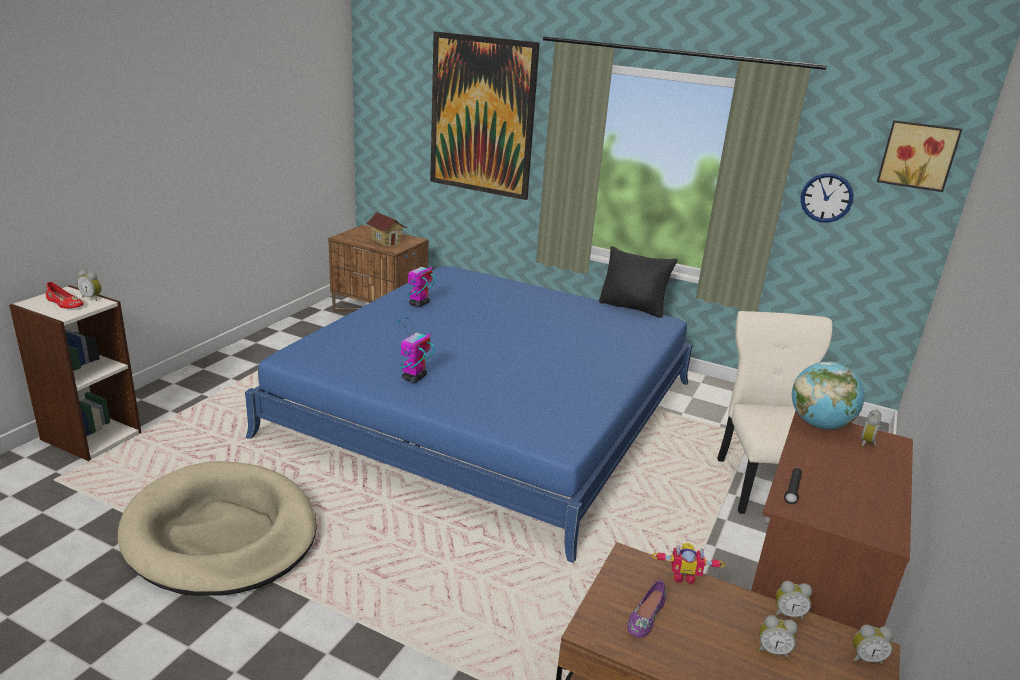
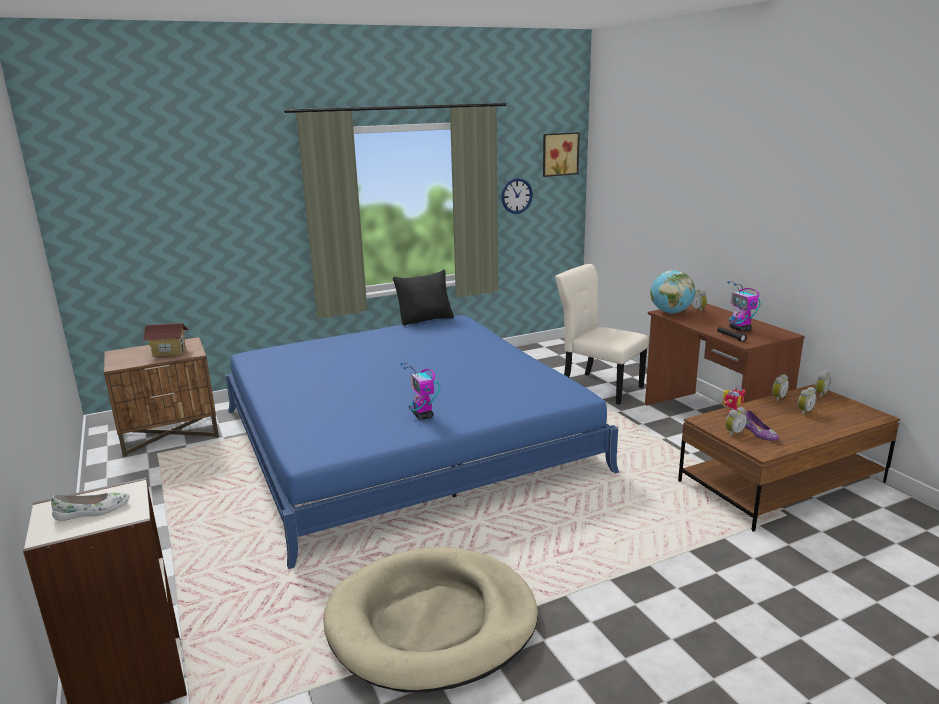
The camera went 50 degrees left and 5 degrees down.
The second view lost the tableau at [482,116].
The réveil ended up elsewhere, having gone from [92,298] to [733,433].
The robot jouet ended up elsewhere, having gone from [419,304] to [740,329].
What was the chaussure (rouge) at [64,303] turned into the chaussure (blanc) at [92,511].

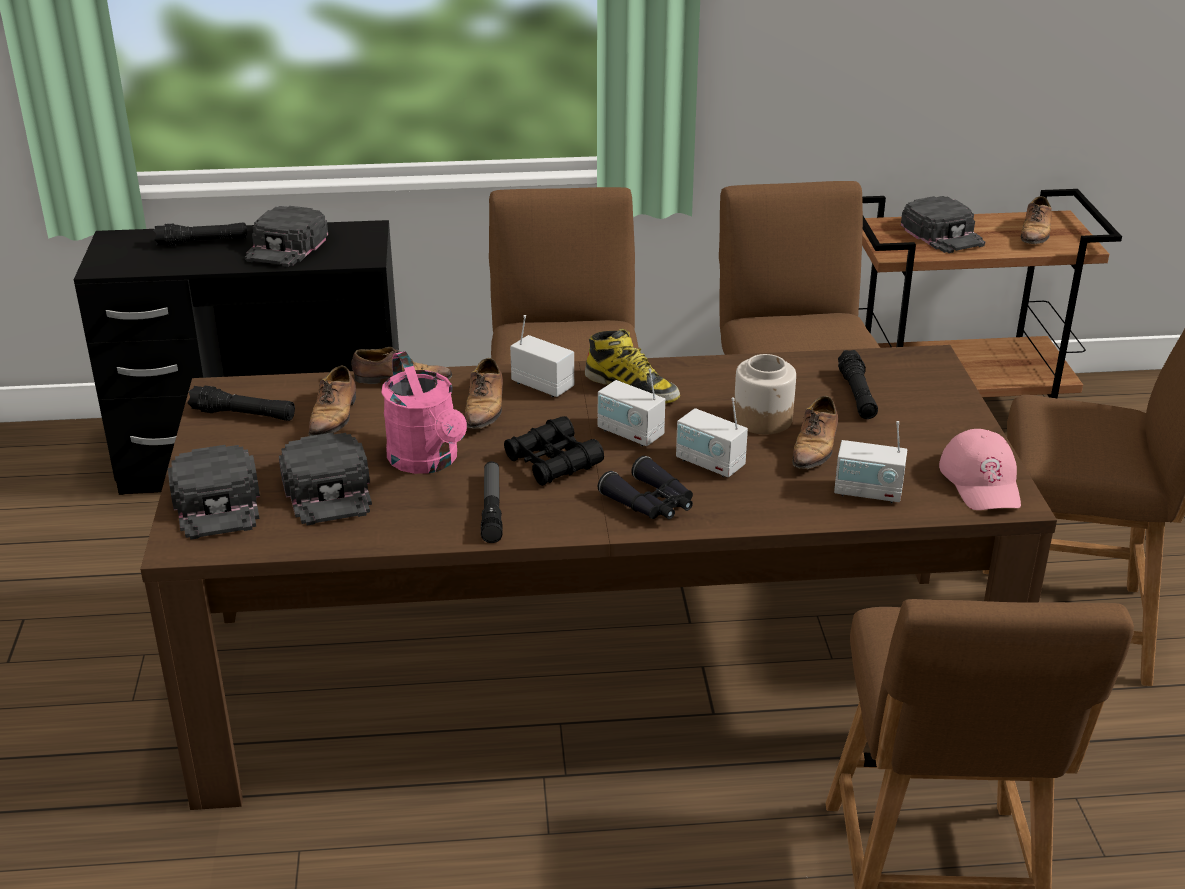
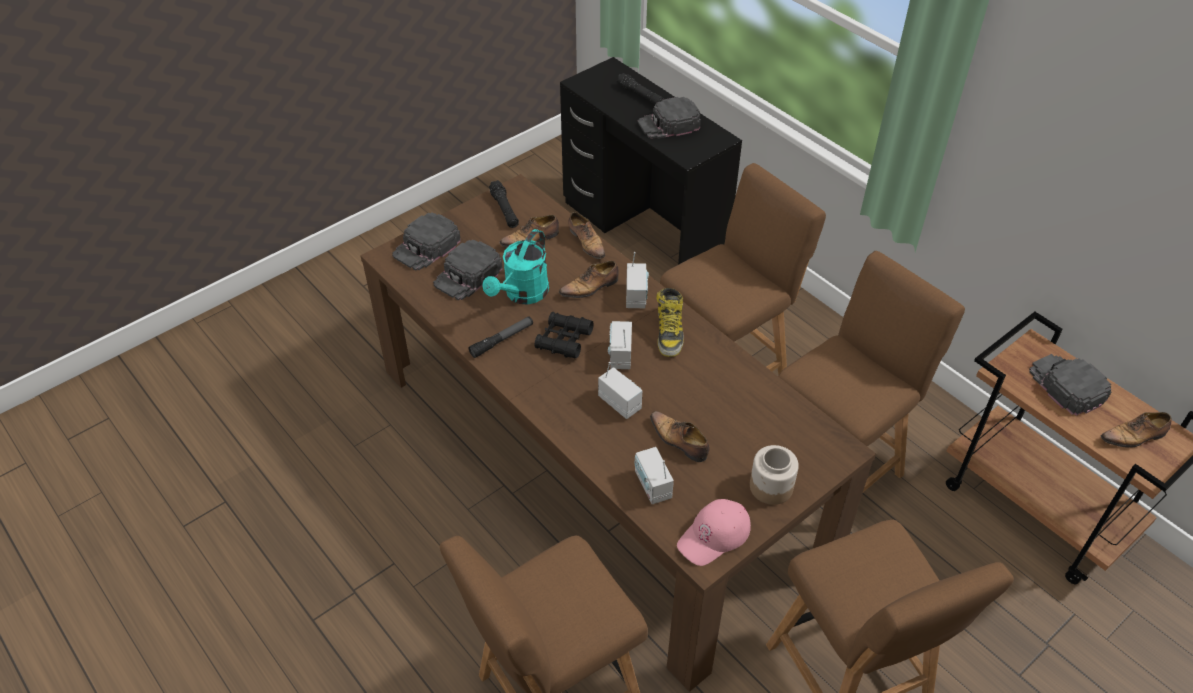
The camera went 55 degrees right and 15 degrees up.
The second view lost the jumelles (noir) at [651,503].
The second view lost the lampe de poche (noir) at [857,395].
The bocal ended up elsewhere, having gone from [763,419] to [771,487].
What was the arrosoir (rose) at [428,461] turned into the arrosoir (turquoise) at [522,295].
The radio at [710,463] ended up facing another way, 135 degrees clockwise from before.
The chaussure at [815,448] ended up facing another way, 60 degrees clockwise from before.
The casquette (noir) at [943,234] ended up facing another way, 120 degrees clockwise from before.

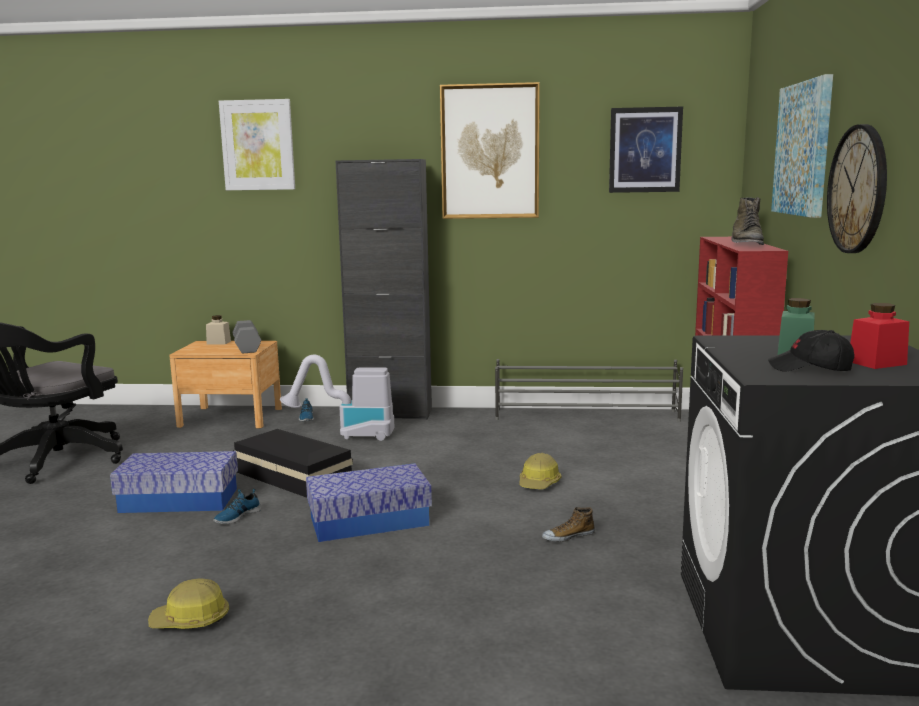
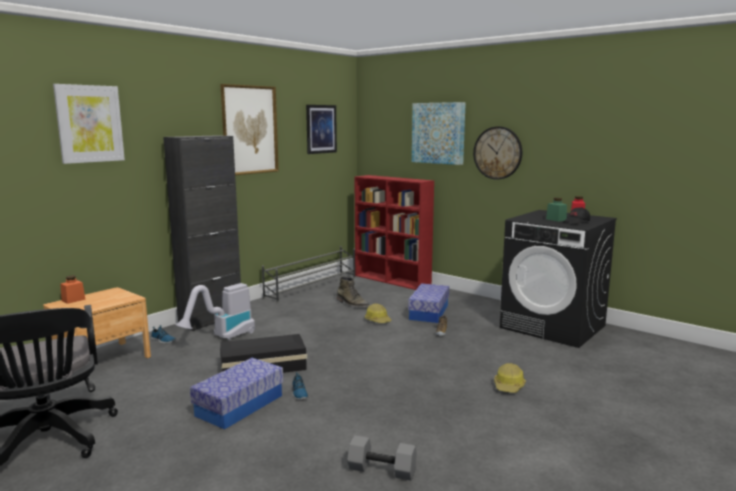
The camera went 55 degrees left and 0 degrees up.
The casque de chantier ended up elsewhere, having gone from [191,620] to [509,386].
The haltère (gris) ended up elsewhere, having gone from [248,347] to [383,469].
The boîte de rangement ended up elsewhere, having gone from [369,521] to [429,312].
The botte (vert) ended up elsewhere, having gone from [746,243] to [352,304].
What was the bocal (beige) at [218,342] turned into the bocal (orange) at [73,300].

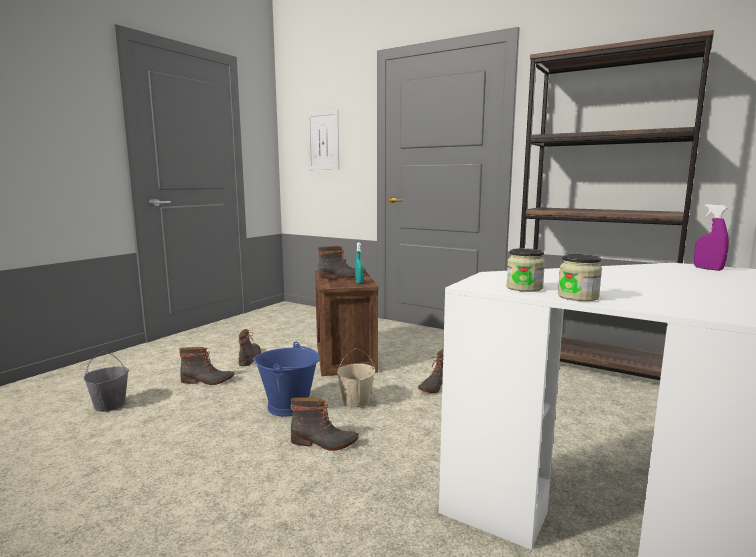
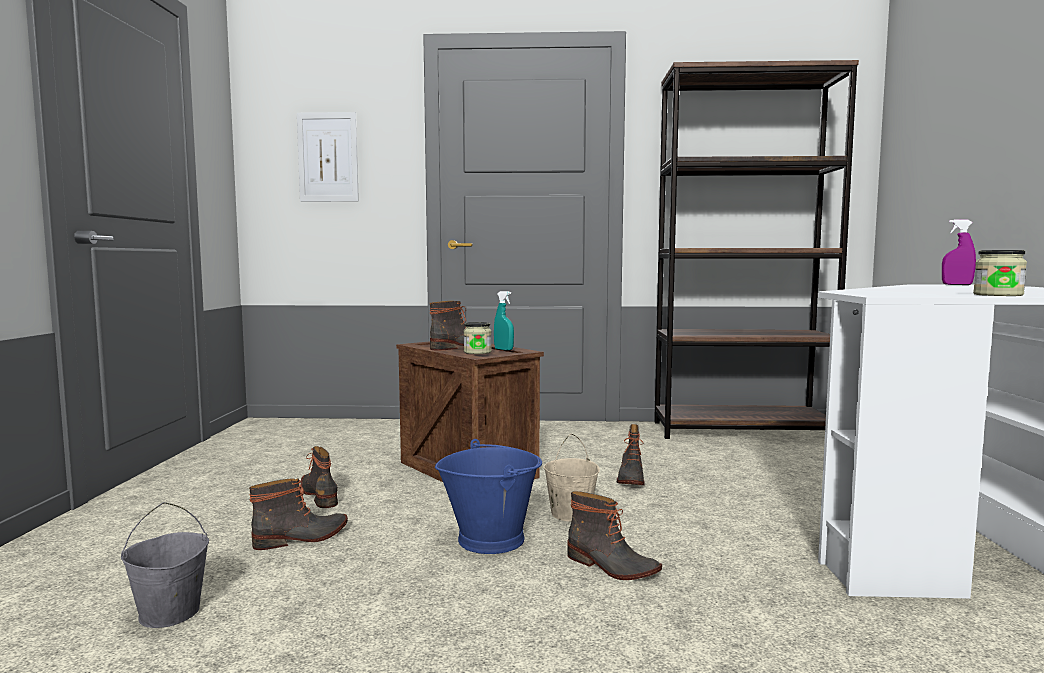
The camera went 30 degrees left and 5 degrees down.
The bocal ended up elsewhere, having gone from [524,288] to [477,352].
The botte at [324,443] ended up facing another way, 60 degrees clockwise from before.

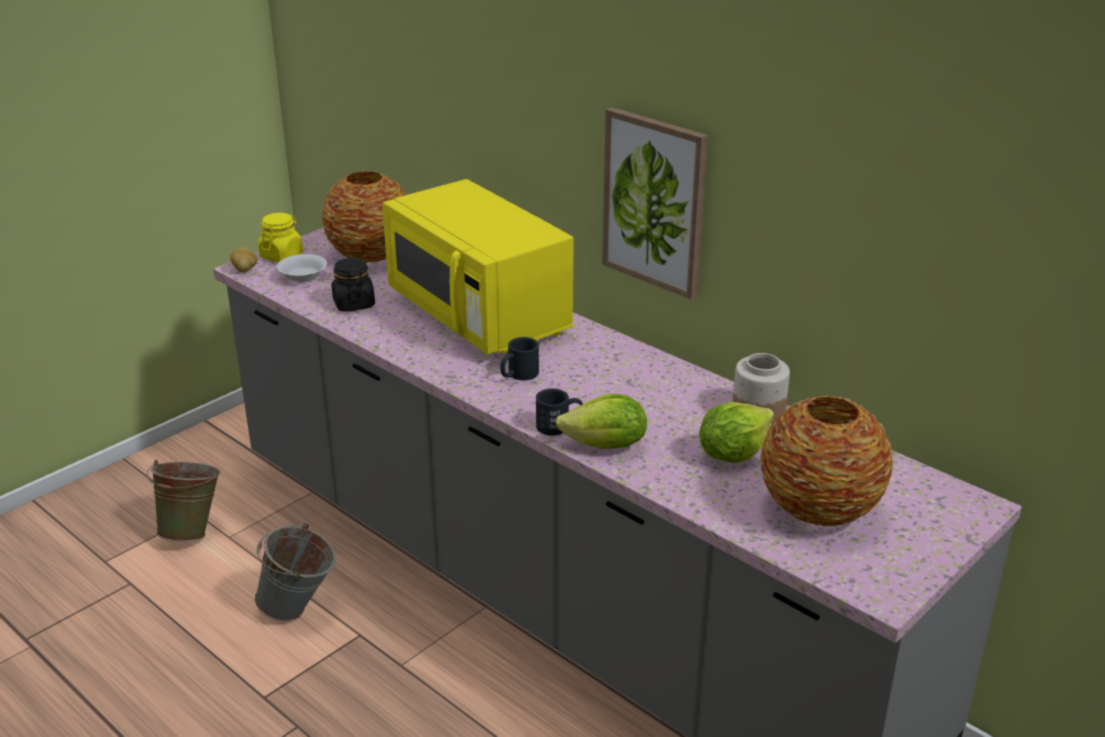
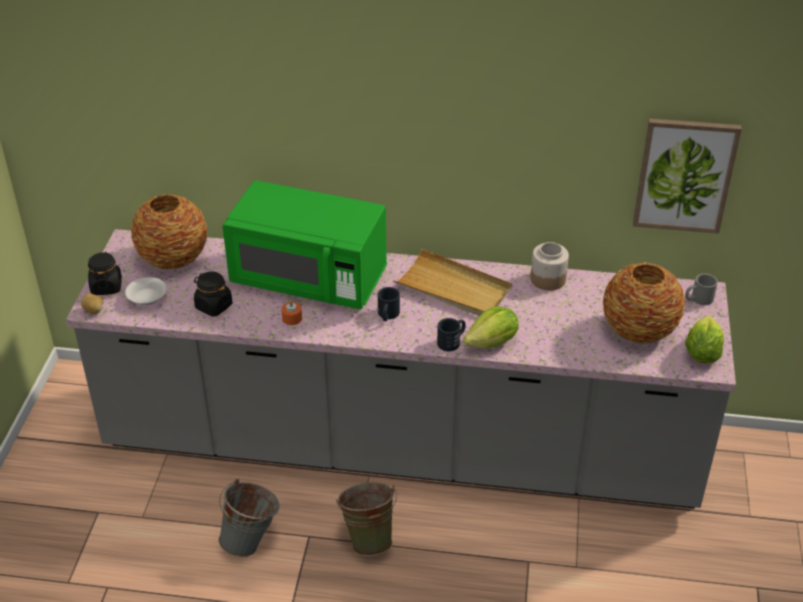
The camera went 35 degrees left and 10 degrees up.
The second view gained the bougie (orange) at [292,318].
The second view gained the plateau (beige) at [453,288].
The second view gained the mug (gris) at [698,299].
The seau (vert) ended up elsewhere, having gone from [193,530] to [369,538].
The tableau ended up elsewhere, having gone from [655,202] to [684,175].
The laitue ended up elsewhere, having gone from [732,453] to [701,353].
What was the bocal (jaune) at [281,256] turned into the bocal (noir) at [106,286].
What was the micro-ondes (jaune) at [478,314] turned into the micro-ondes (vert) at [309,279].

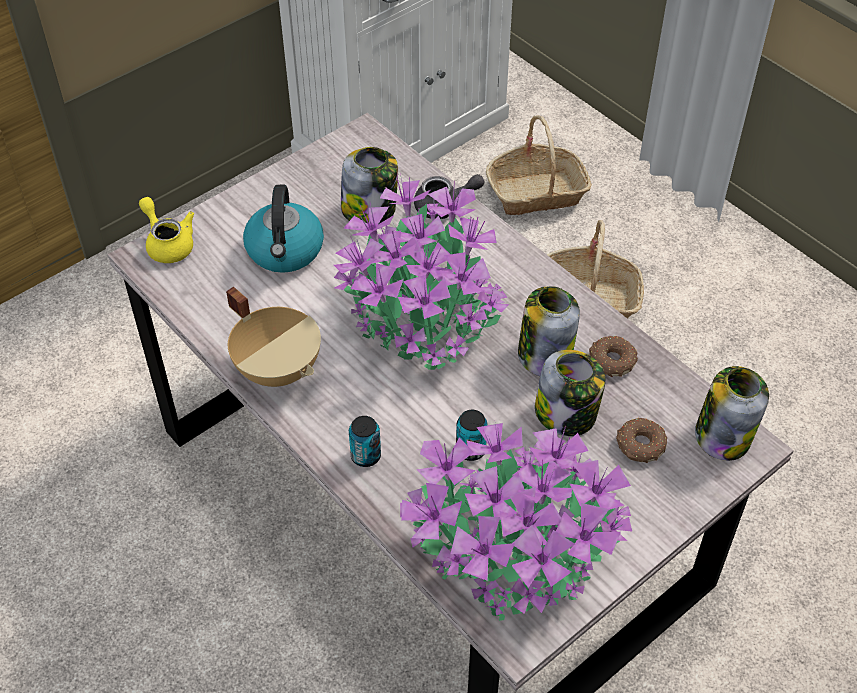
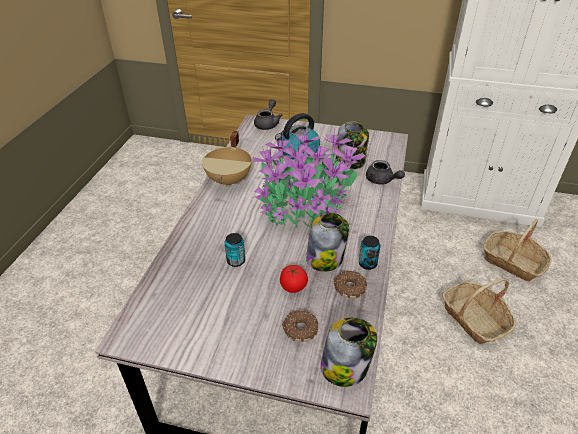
The camera went 55 degrees right and 10 degrees down.
The second view lost the plante en pot at [515,551].
The boîte métallique ended up elsewhere, having gone from [365,456] to [367,264].
Where the bocal stood at [567,414], the tomate came to stand at [293,286].
What was the théière (jaune) at [168,243] turned into the théière (gris) at [267,123].

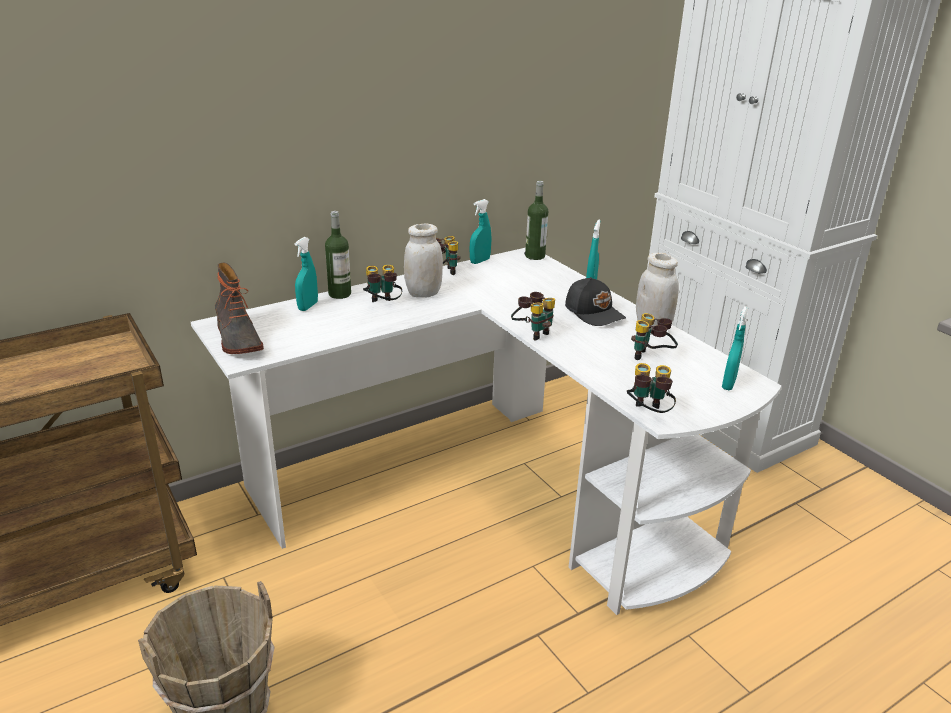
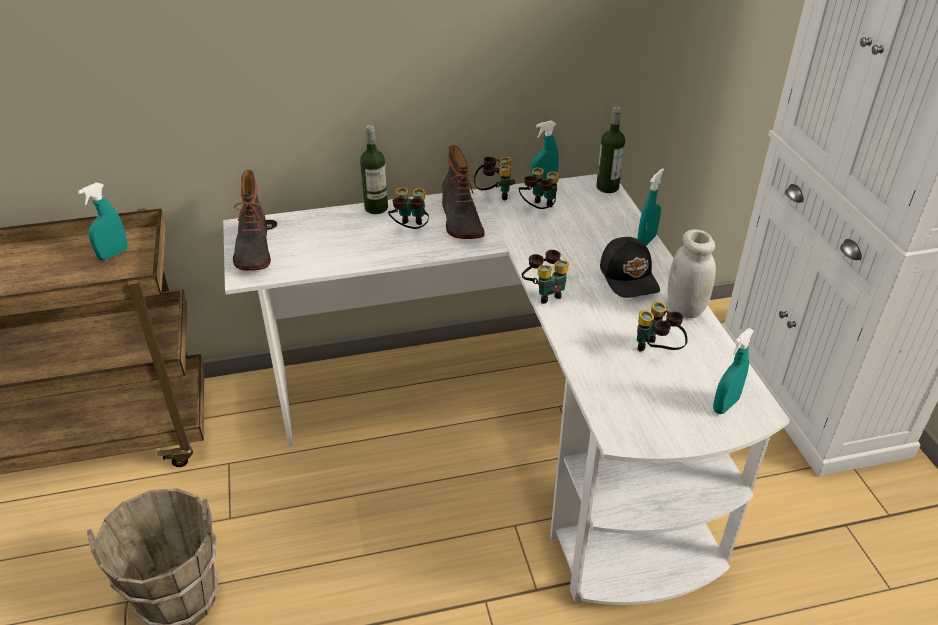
The camera went 20 degrees right and 10 degrees up.
The vaporisateur (turquoise) ended up elsewhere, having gone from [308,306] to [113,254].
The jumelles ended up elsewhere, having gone from [647,414] to [538,209].
Where the bocal (blanc) stood at [423,293], the botte came to stand at [460,220].

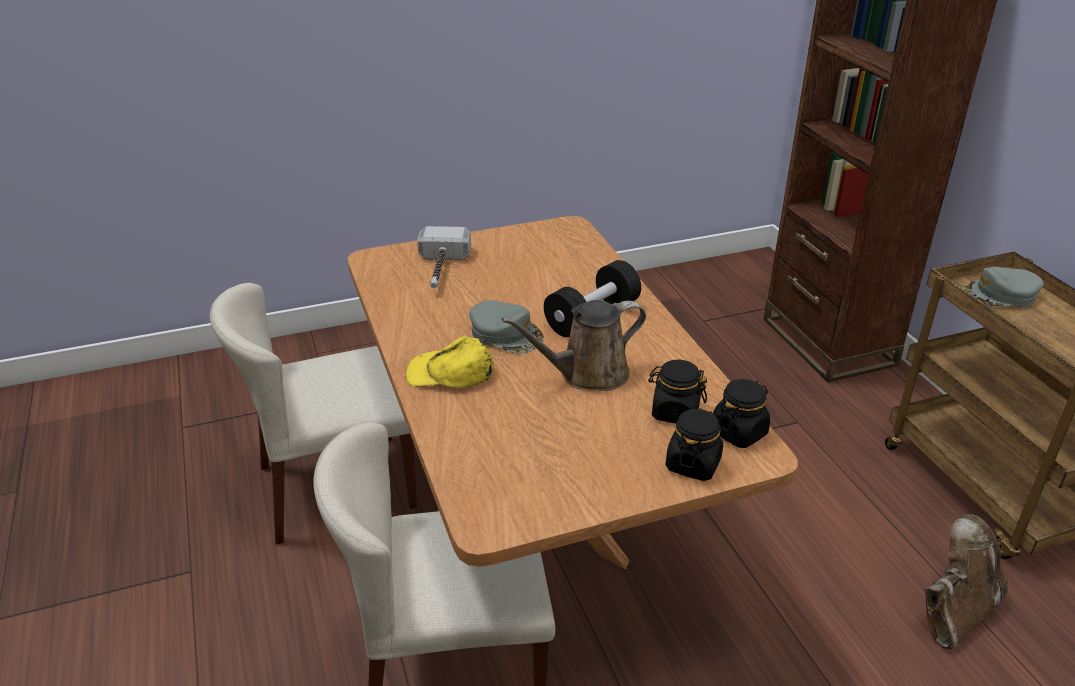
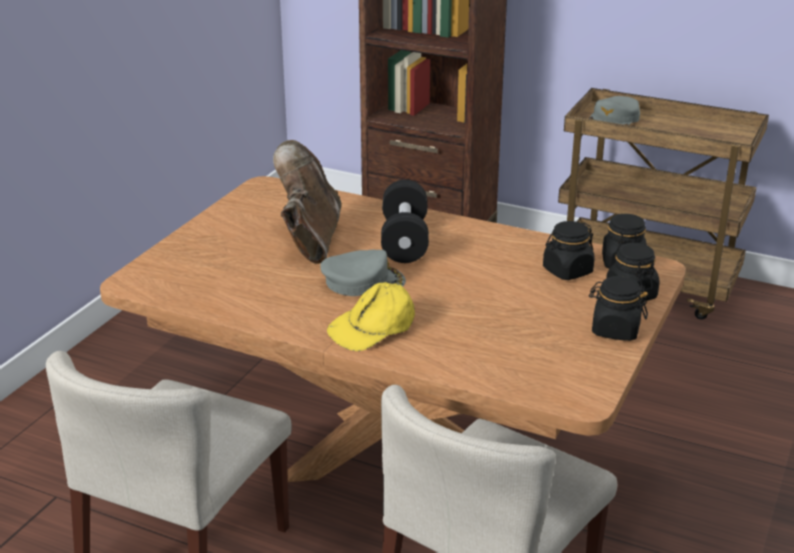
The camera went 45 degrees left and 5 degrees down.
The second view lost the marteau at [441,270].
The second view lost the arrosoir (marron) at [587,374].
The second view gained the bocal (noir) at [615,330].
The botte (marron) ended up elsewhere, having gone from [954,611] to [309,240].

